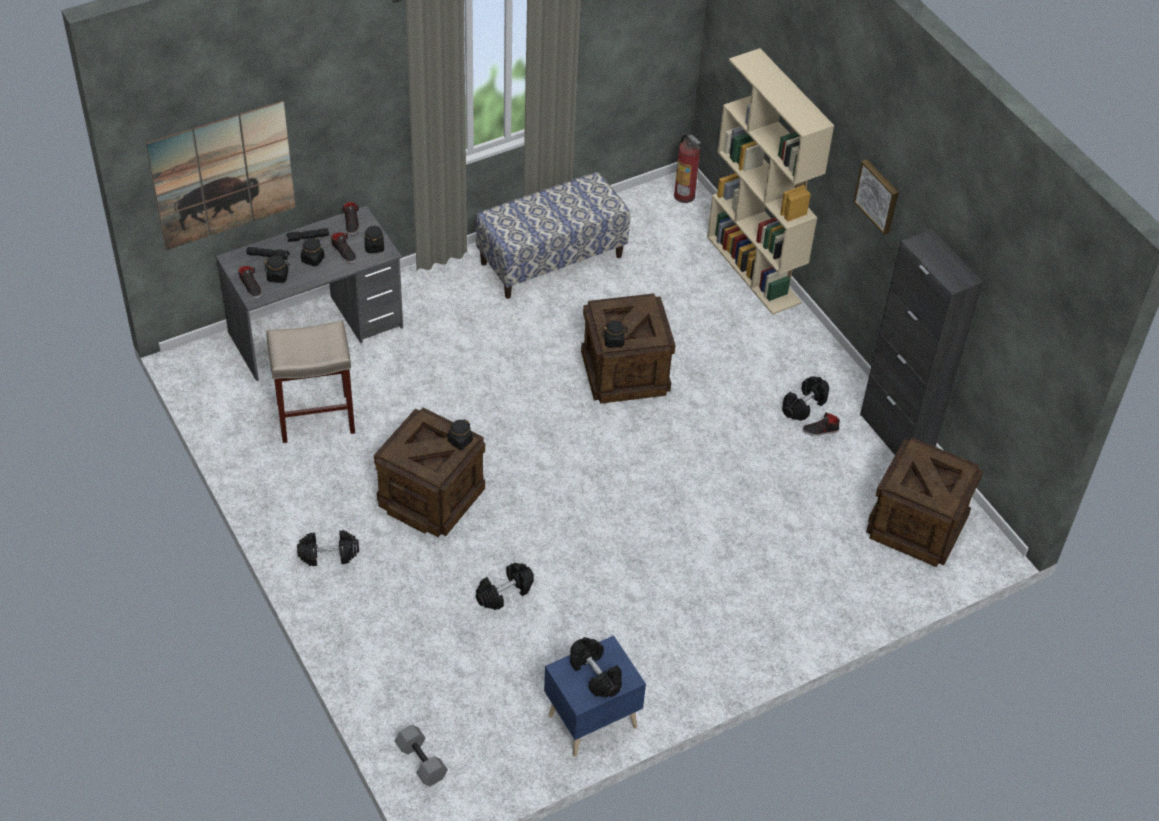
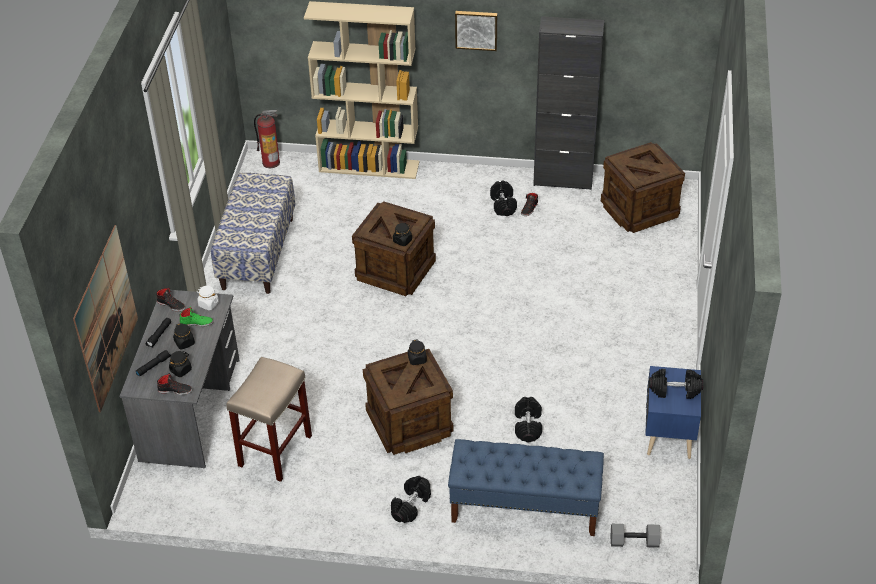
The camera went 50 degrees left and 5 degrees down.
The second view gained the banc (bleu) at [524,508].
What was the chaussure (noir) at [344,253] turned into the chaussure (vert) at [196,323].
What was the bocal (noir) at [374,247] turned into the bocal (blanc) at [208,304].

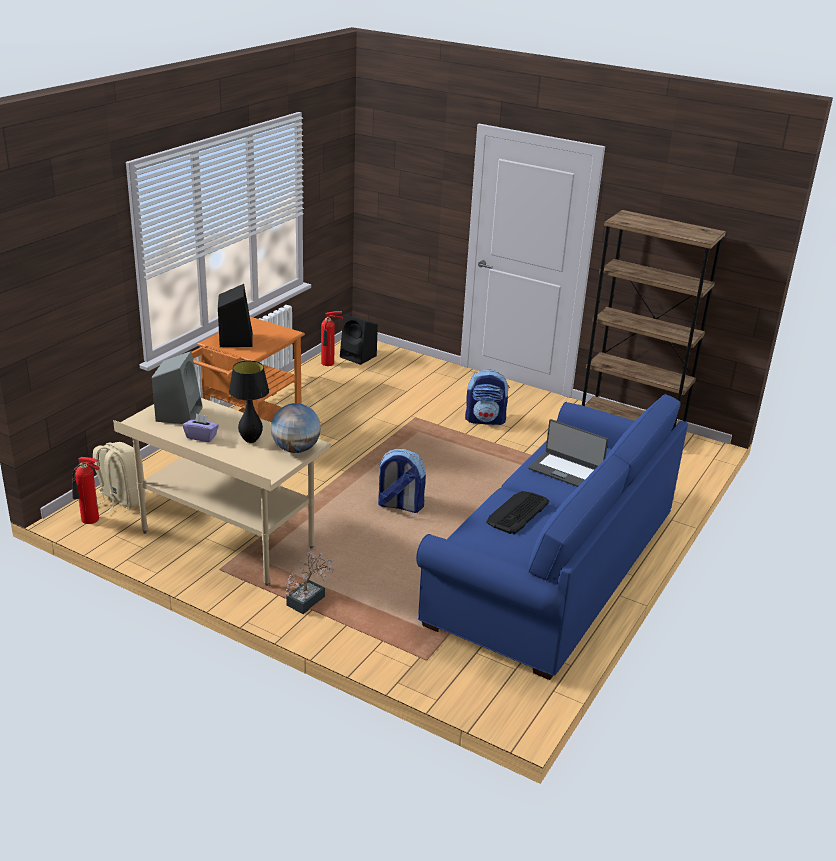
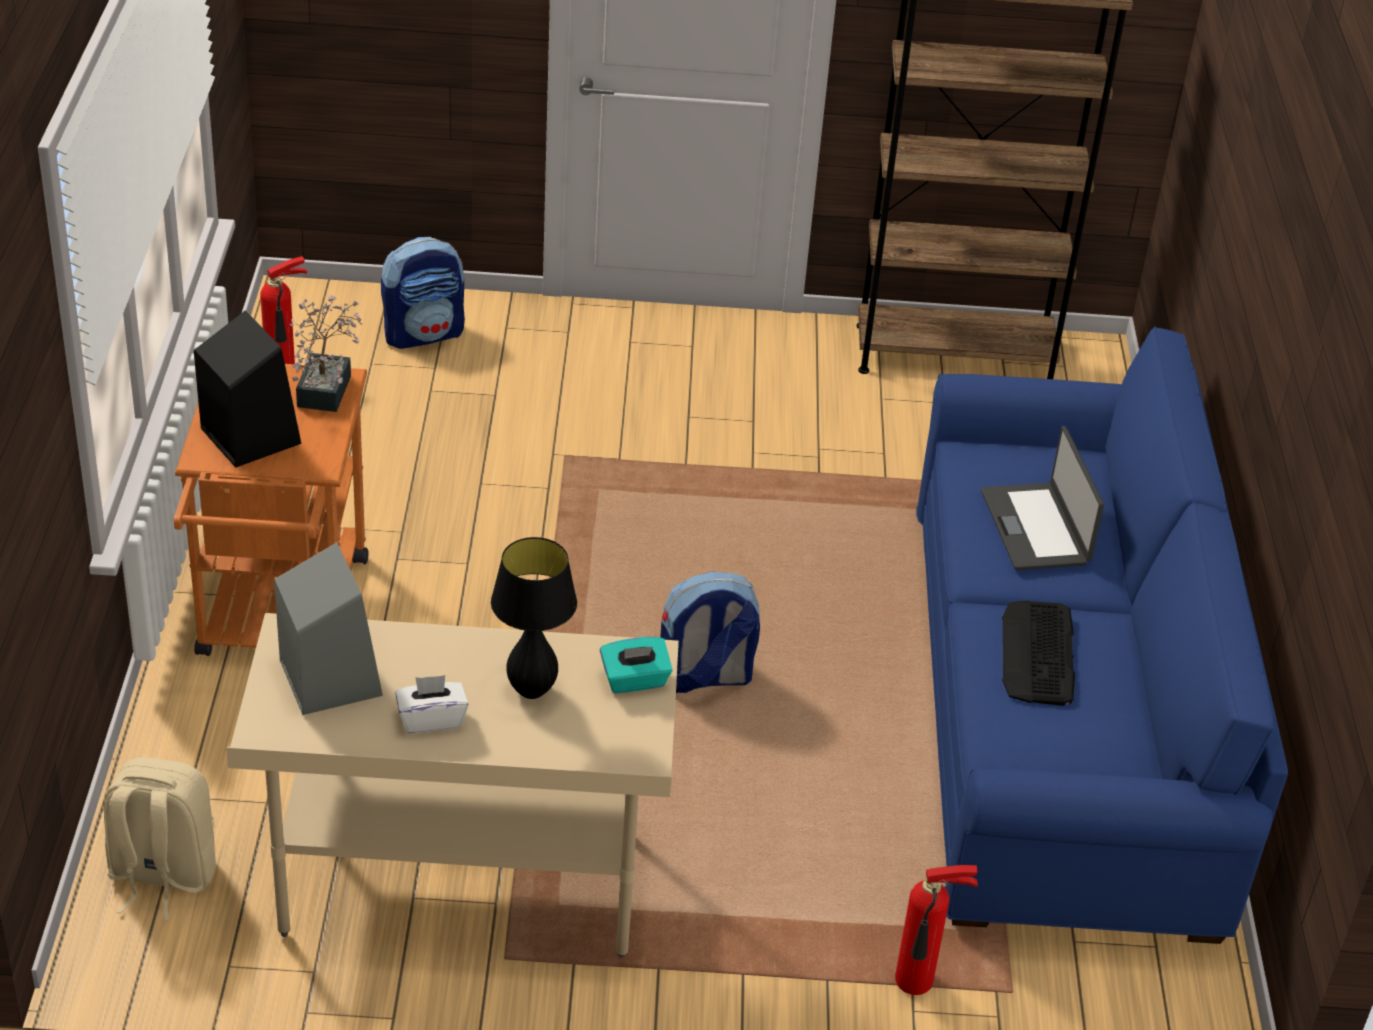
The camera went 30 degrees left and 10 degrees up.
The second view lost the enceinte (noir) at [359,356].
The extincteur ended up elsewhere, having gone from [90,520] to [917,983].
The plante en pot ended up elsewhere, having gone from [309,599] to [327,386].
The sac à dos ended up elsewhere, having gone from [485,420] to [424,334].
Where the globe stood at [296,449], the boîte à mouchoirs (turquoise) came to stand at [635,681].
What was the boîte à mouchoirs (violet) at [201,437] turned into the boîte à mouchoirs (blanc) at [431,719].
The ordinateur portable at [566,470] ended up facing another way, 75 degrees clockwise from before.

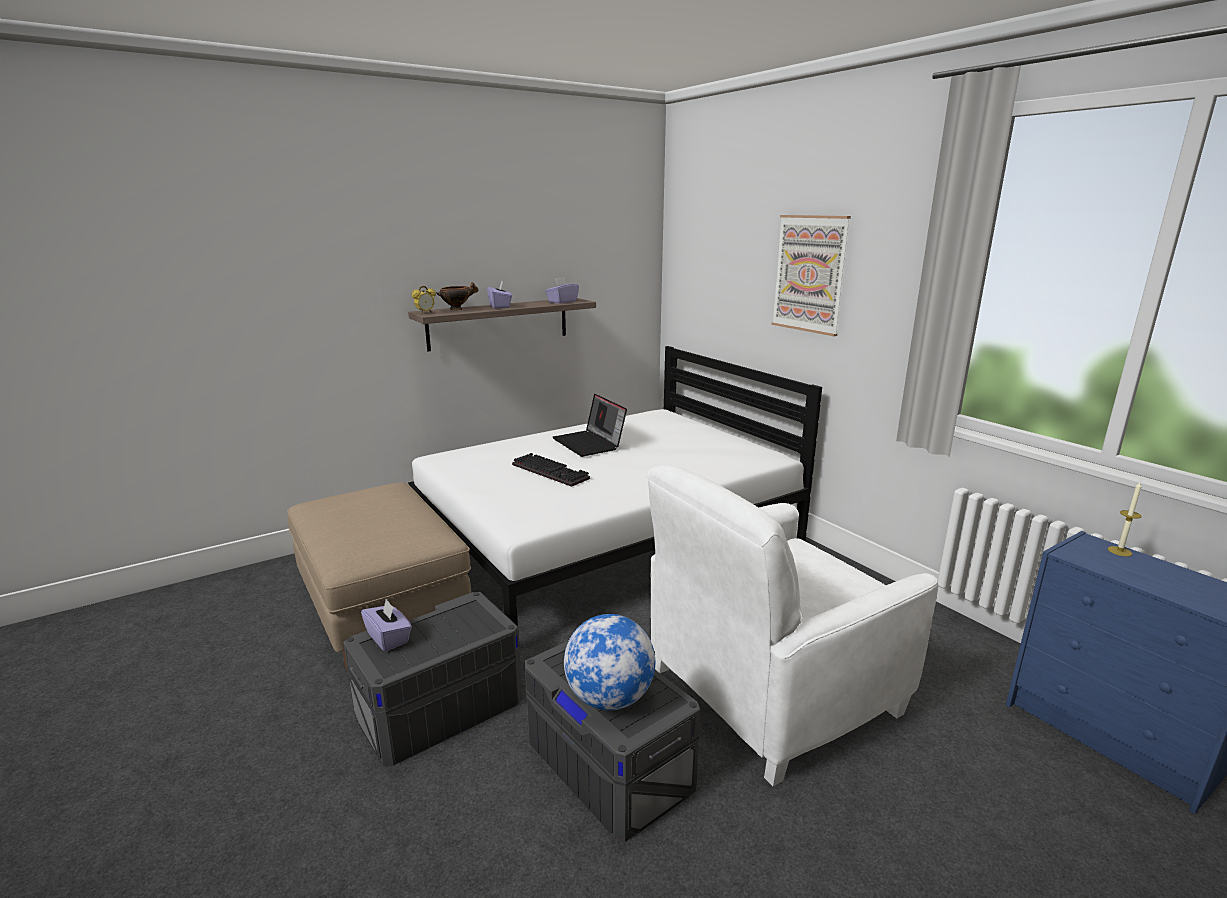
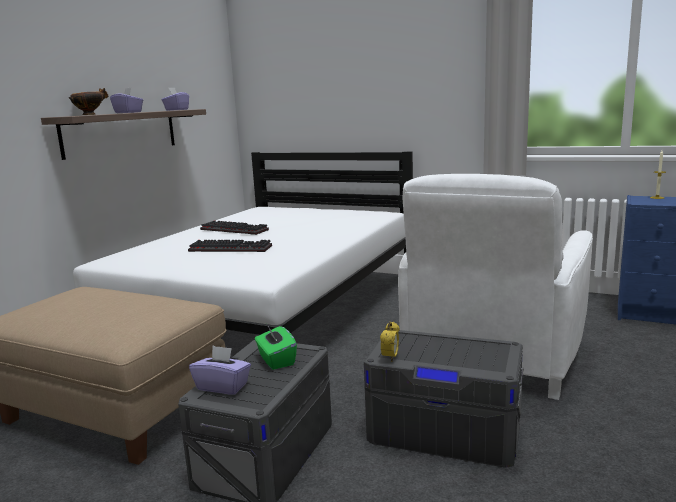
The camera went 30 degrees left and 5 degrees down.
The second view lost the globe at [609,698].
The second view lost the tableau at [809,274].
The second view gained the boîte à mouchoirs (vert) at [276,360].
The réveil ended up elsewhere, having gone from [425,312] to [390,358].
Where the ordinateur portable stood at [590,444], the clavier came to stand at [236,230].

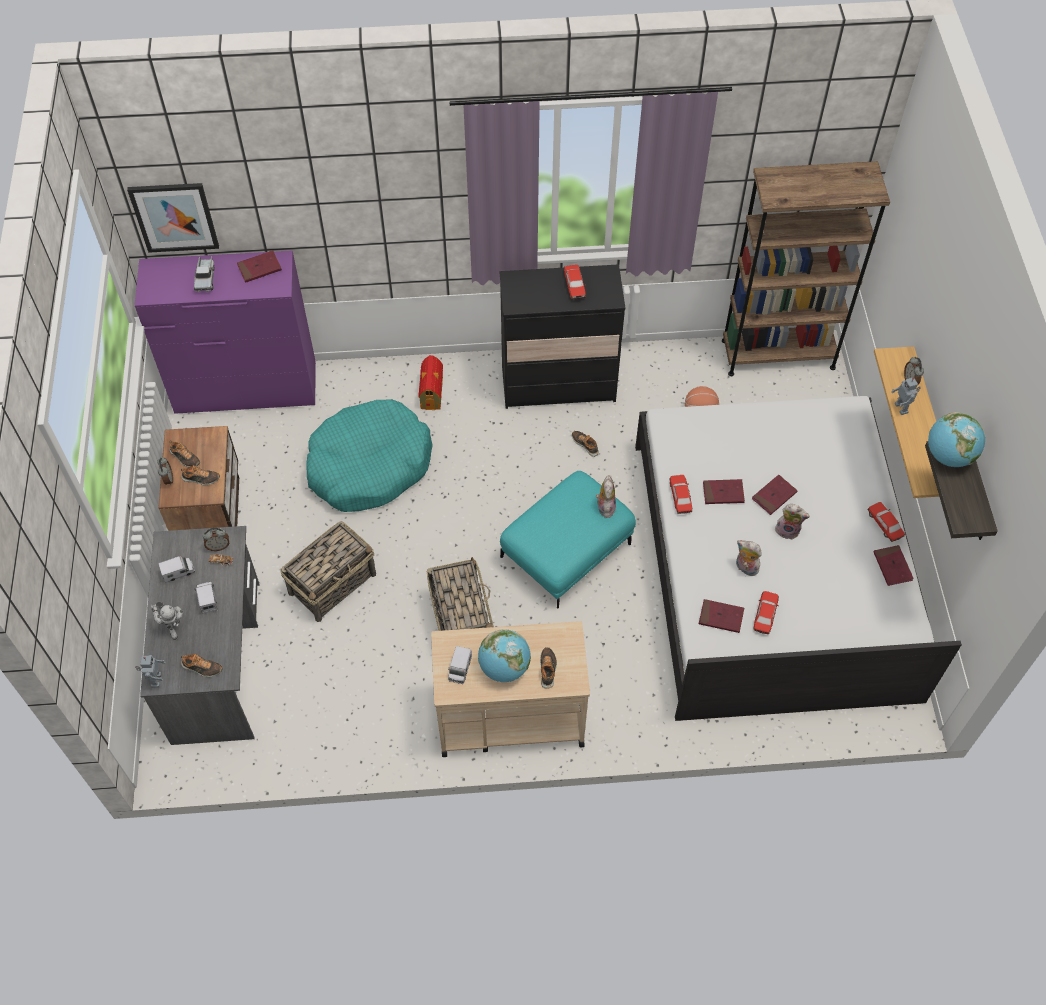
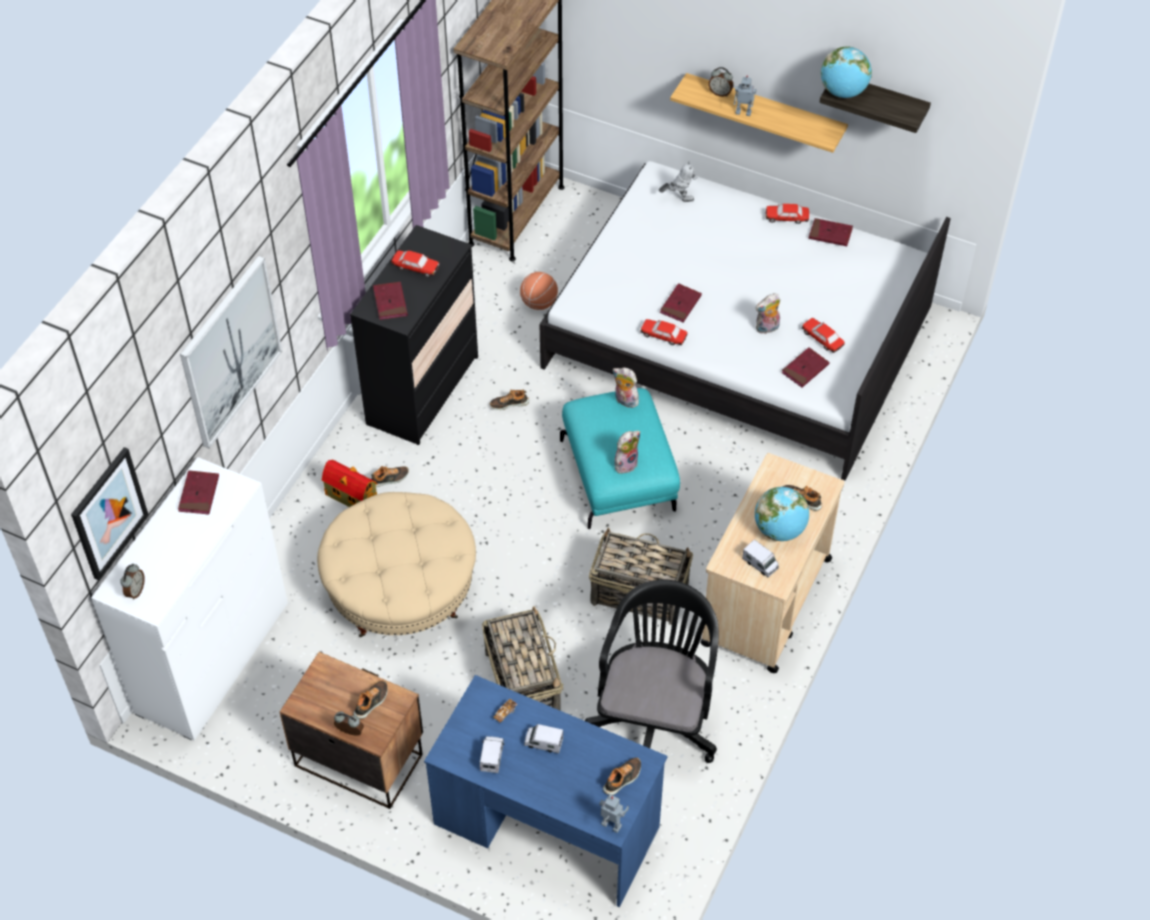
The camera went 60 degrees left and 5 degrees down.
The second view lost the camion jouet at [205,278].
The second view gained the tableau at [230,351].
The second view gained the chaise de bureau (noir) at [655,719].
The robot jouet ended up elsewhere, having gone from [172,626] to [678,198].
The chaussure ended up elsewhere, having gone from [184,458] to [389,479].
The réveil ended up elsewhere, having gone from [218,546] to [135,591].
The livre (rouge) ended up elsewhere, having gone from [774,496] to [390,302].
The peluche ended up elsewhere, having gone from [788,530] to [625,463].
Where the panier pour chien (turquoise) stood at [369,465], the pouf (beige) came to stand at [401,589].
What was the commode (violet) at [246,388] turned into the commode (blanc) at [212,658].
What was the bureau (gris) at [217,661] turned into the bureau (bleu) at [546,825].

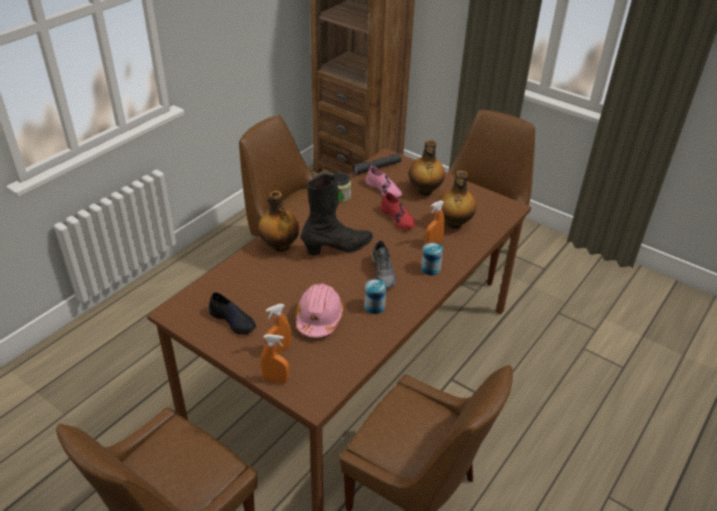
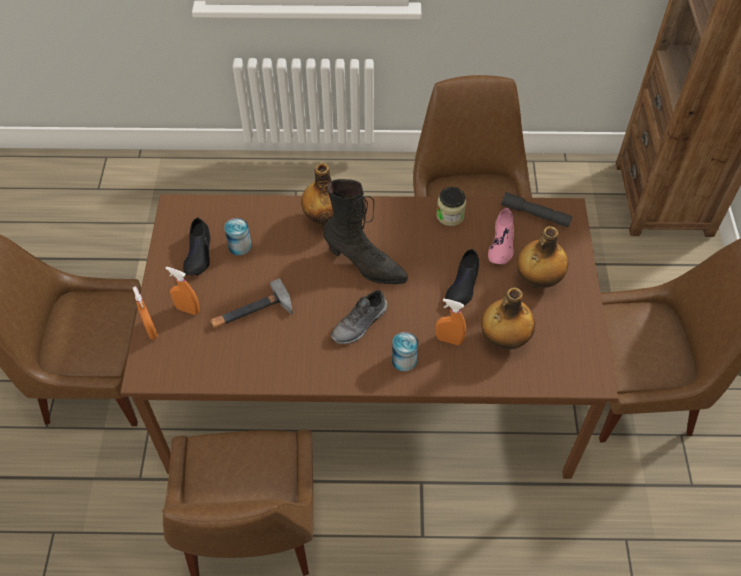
The camera went 55 degrees right and 15 degrees up.
The boîte métallique ended up elsewhere, having gone from [374,306] to [240,246].
Where the casque de chantier (rose) stood at [319,318], the marteau came to stand at [251,313].
What was the chaussure (rouge) at [398,218] turned into the chaussure (noir) at [463,285].

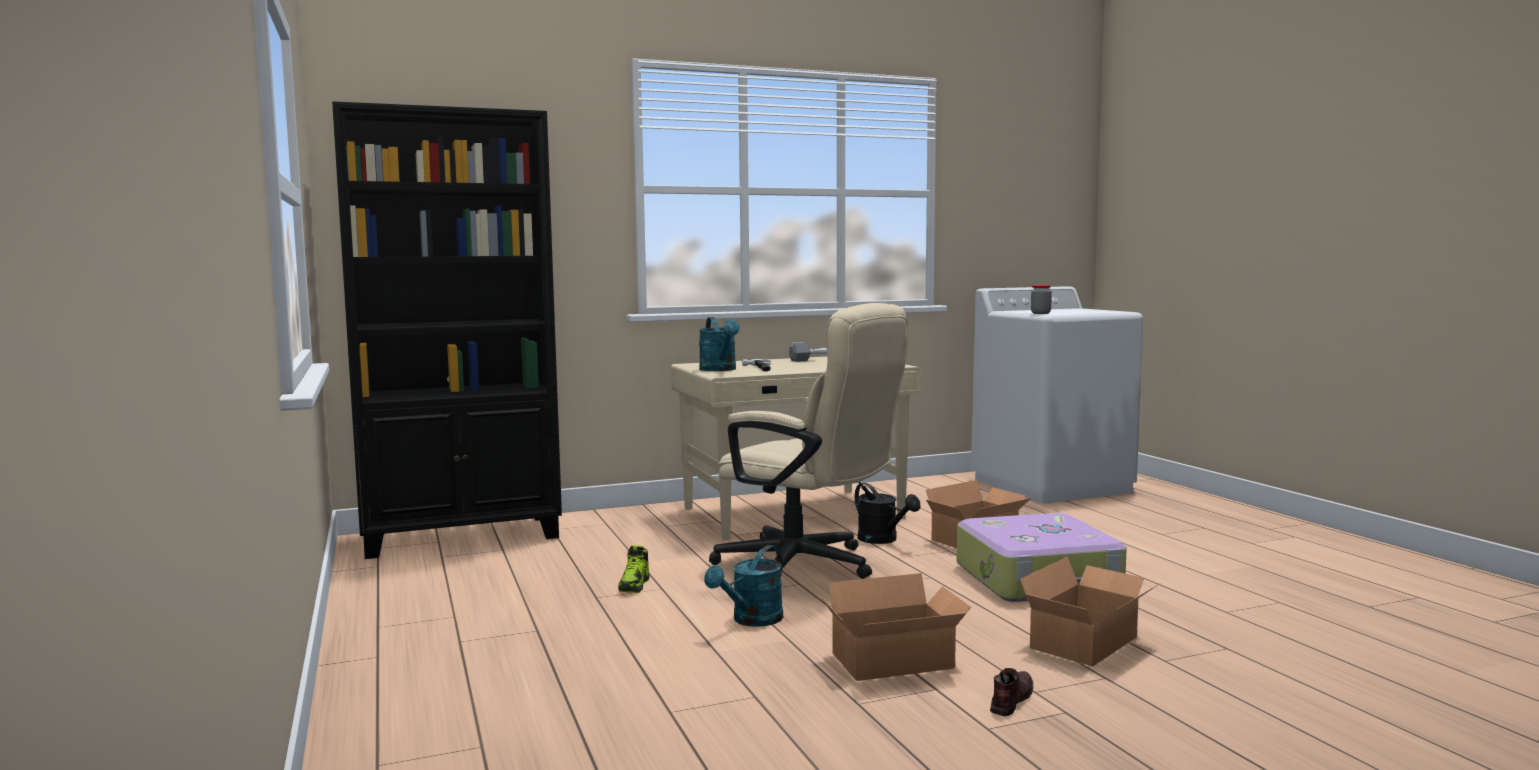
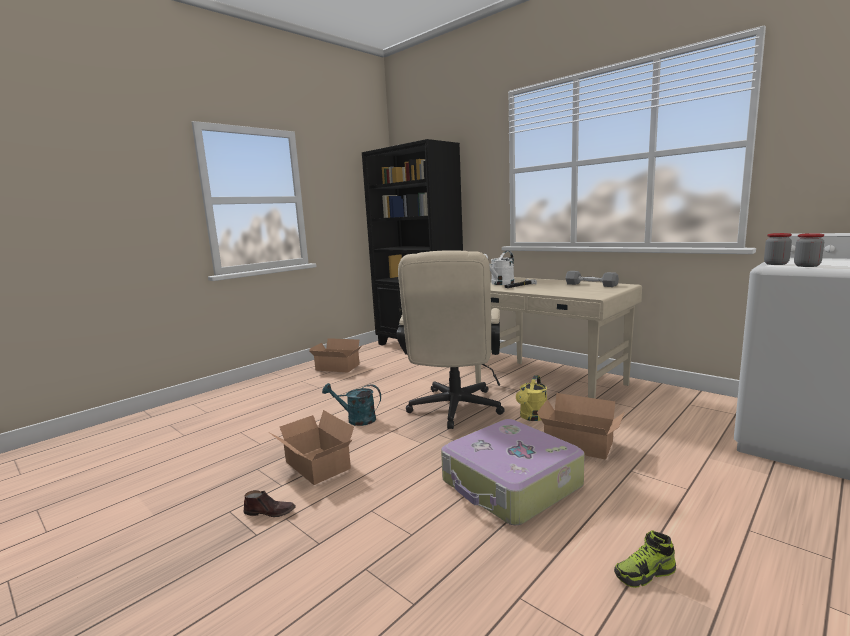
The camera went 65 degrees right and 5 degrees up.
The second view gained the bocal at [807,266].
The chaussure ended up elsewhere, having gone from [634,586] to [645,574].
The carton ended up elsewhere, having gone from [1089,643] to [337,368].
What was the arrosoir (turquoise) at [720,370] turned into the arrosoir (blanc) at [500,284].
What was the arrosoir (noir) at [883,540] turned into the arrosoir (jaune) at [532,417].

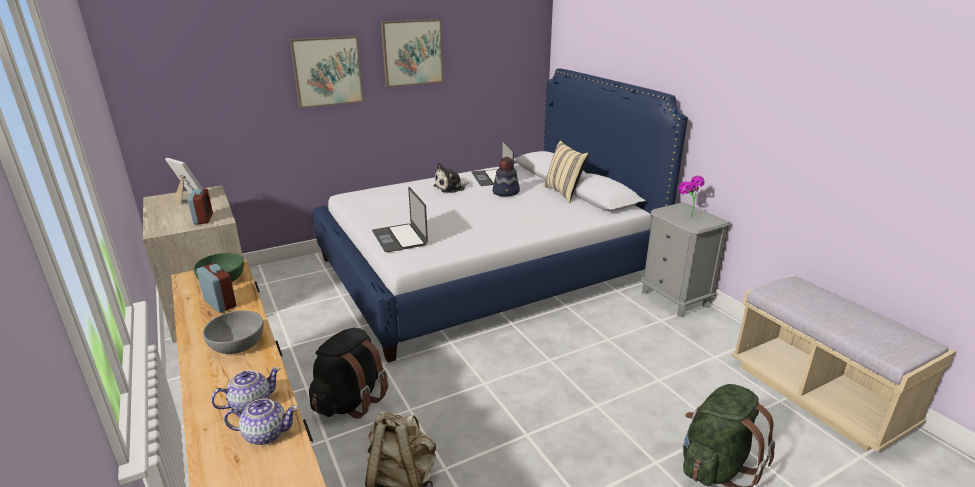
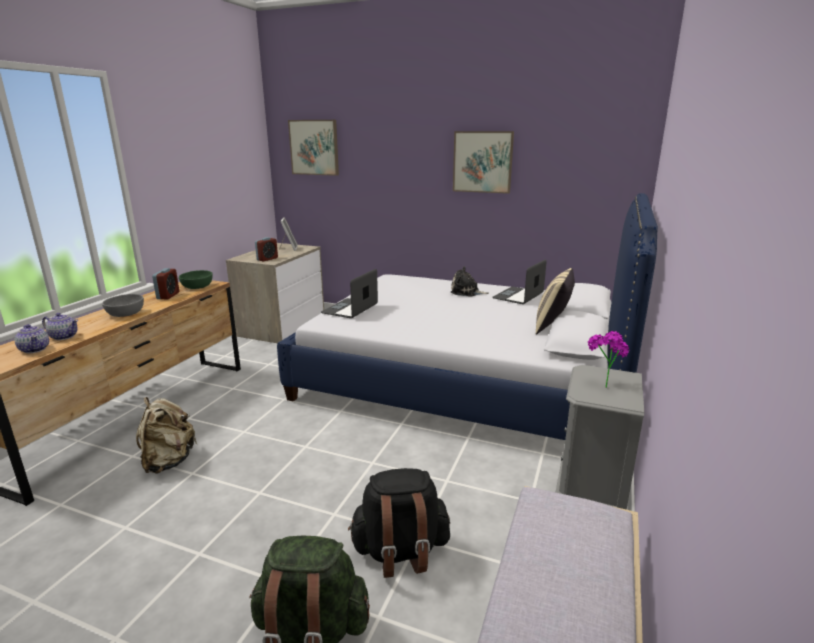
The camera went 50 degrees right and 5 degrees down.
The second view lost the chapeau at [506,192].
The tableau ended up elsewhere, having gone from [327,71] to [314,147].
The sac à dos (noir) ended up elsewhere, having gone from [350,401] to [400,551].

